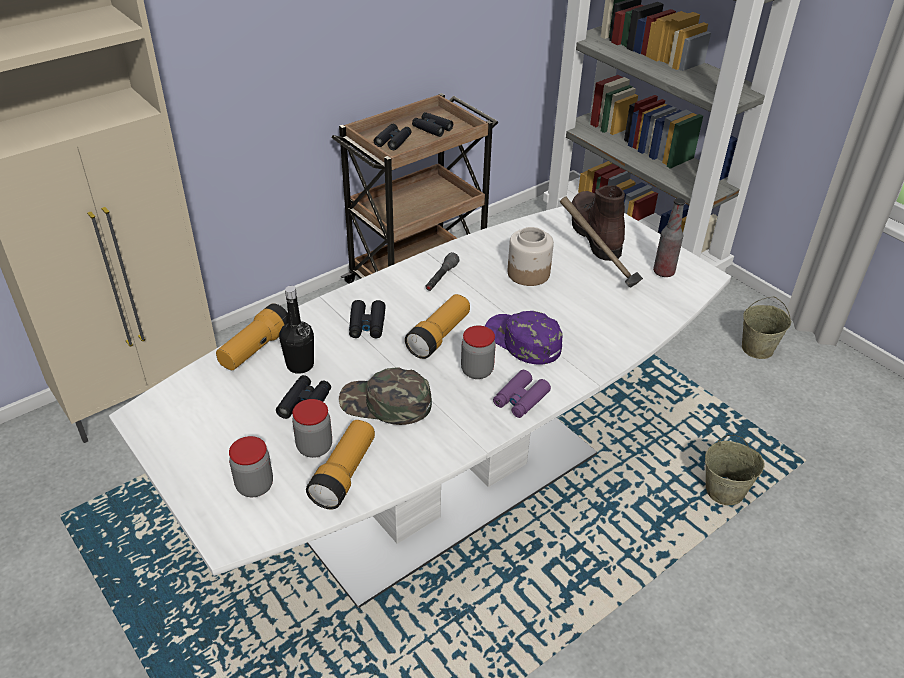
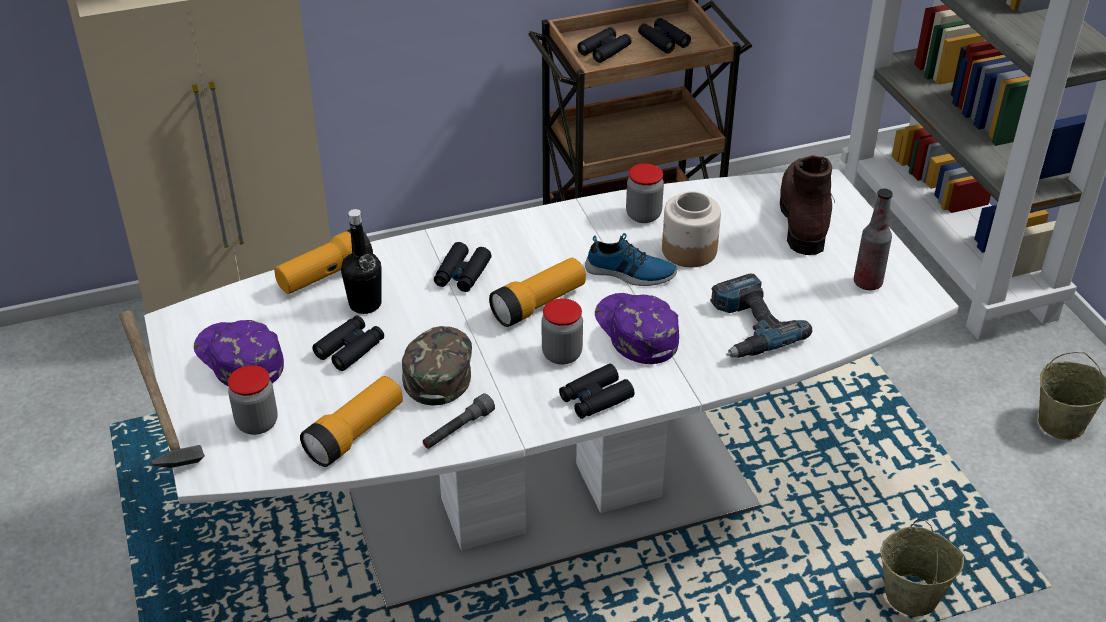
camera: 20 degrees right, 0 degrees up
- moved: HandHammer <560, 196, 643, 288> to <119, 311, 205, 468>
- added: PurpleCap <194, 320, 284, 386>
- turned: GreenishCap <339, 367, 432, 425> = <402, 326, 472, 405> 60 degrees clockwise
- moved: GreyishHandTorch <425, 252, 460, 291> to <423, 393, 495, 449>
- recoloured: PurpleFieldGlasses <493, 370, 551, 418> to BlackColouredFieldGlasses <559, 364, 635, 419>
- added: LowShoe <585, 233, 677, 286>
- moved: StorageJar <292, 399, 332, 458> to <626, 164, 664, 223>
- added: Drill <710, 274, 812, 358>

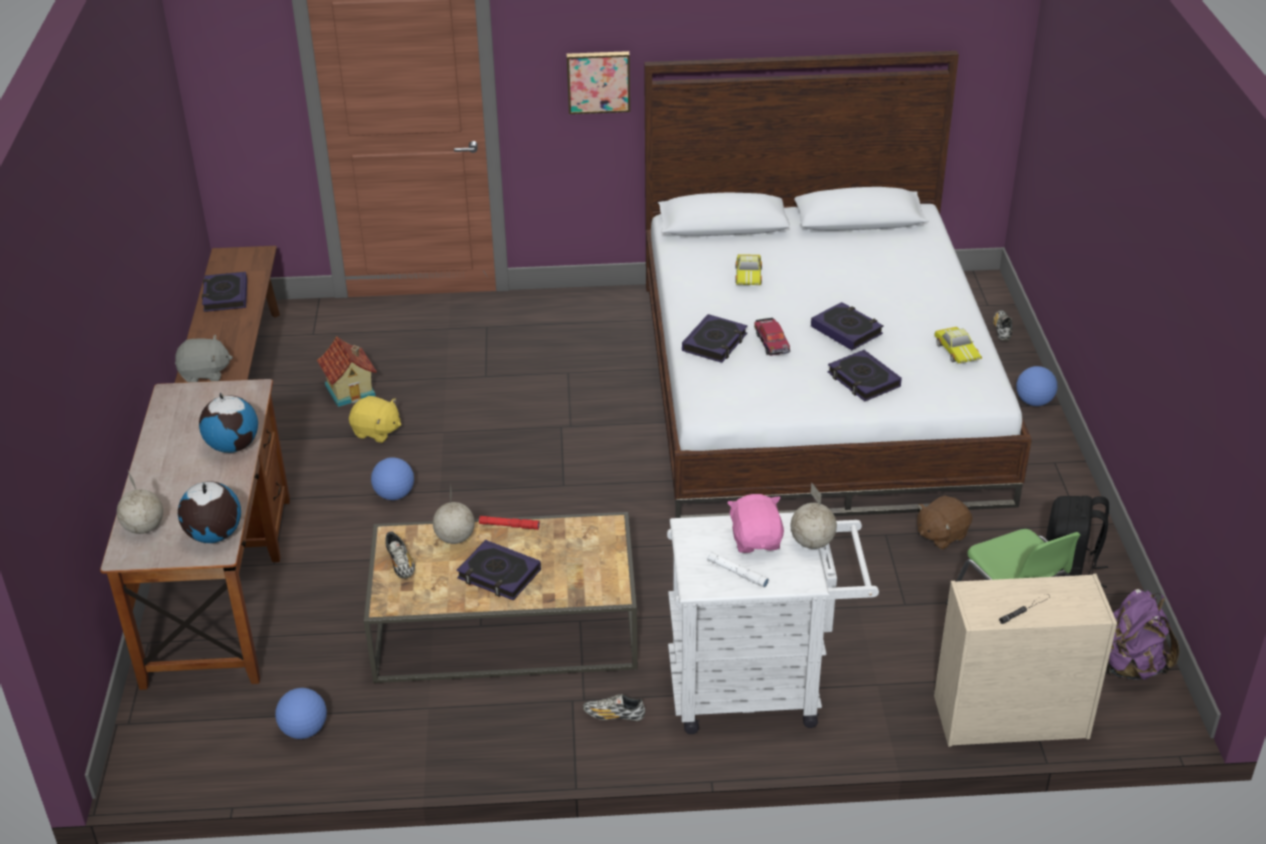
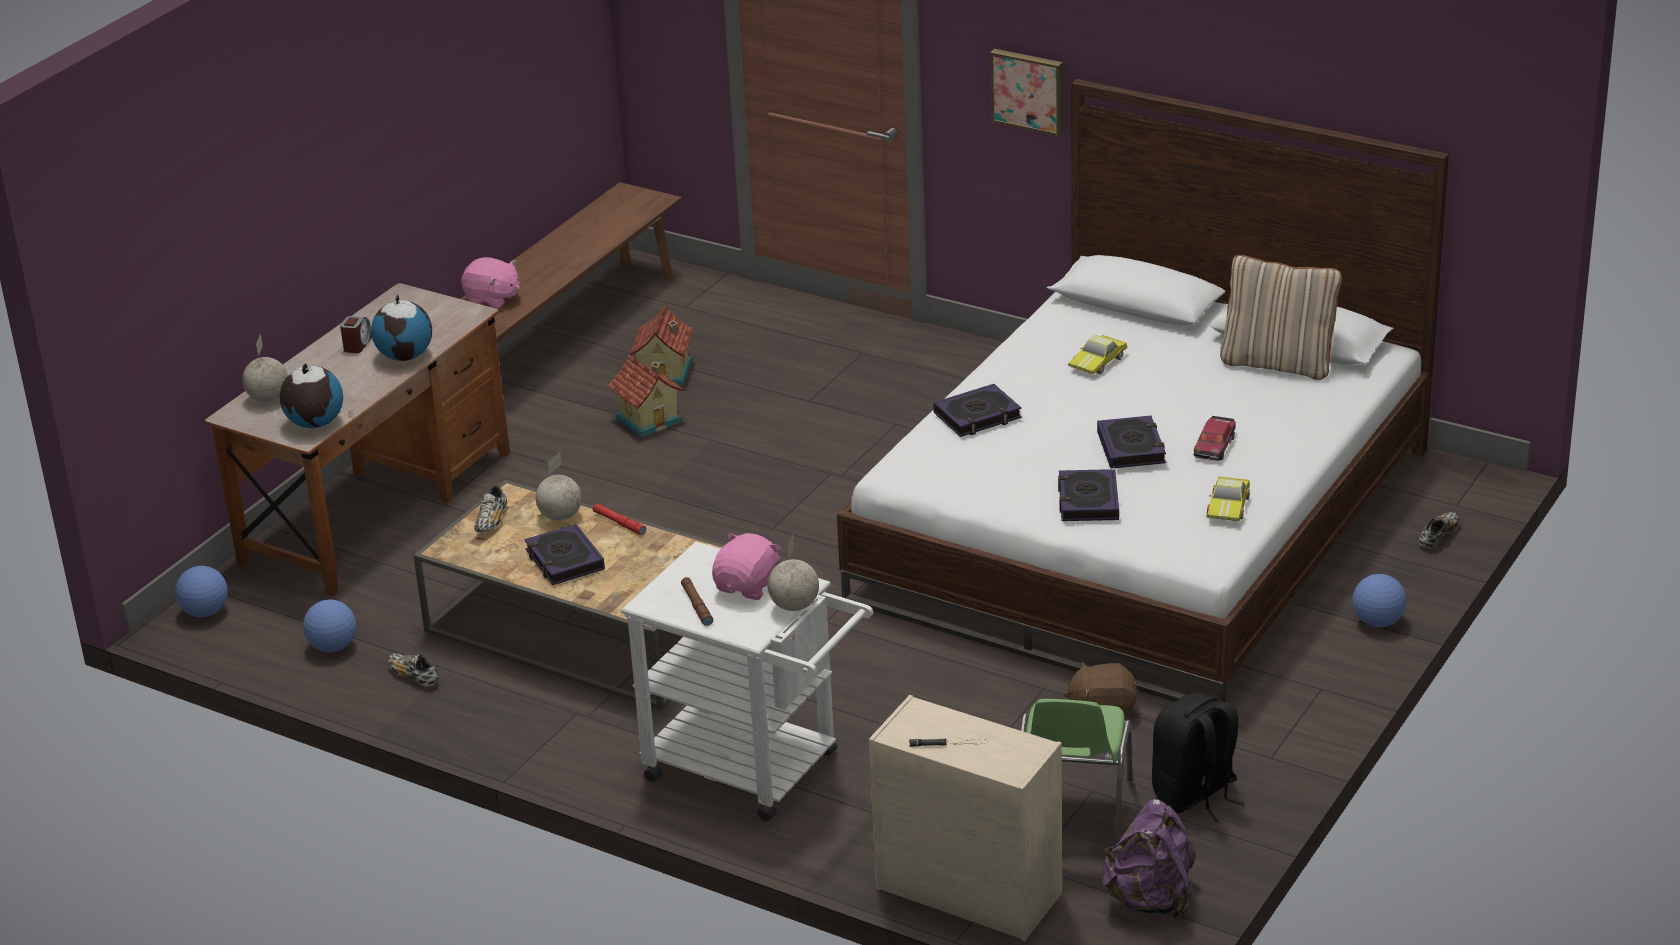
camera: 35 degrees right, 5 degrees down
- moved: Football <371, 457, 414, 500> to <175, 566, 228, 617>
- added: TableClock <340, 316, 372, 353>
- moved: LowShoe <583, 694, 645, 721> to <388, 653, 438, 687>
- recoloured: GreyishCuddlyToy <175, 335, 233, 382> to PinkCuddlyToy <461, 257, 520, 309>
- replaced: YellowColouredCuddlyToy <349, 396, 401, 443> to ModelHouse <607, 354, 684, 438>
- recoloured: WhiteColouredHandTorch <707, 552, 769, 588> to BrownColouredHandTorch <681, 577, 713, 626>
- moved: MiniatureCar <754, 318, 790, 356> to <1194, 416, 1236, 461>
- added: BeigeColouredCushion <1220, 255, 1342, 380>
- removed: Book <202, 272, 247, 312>

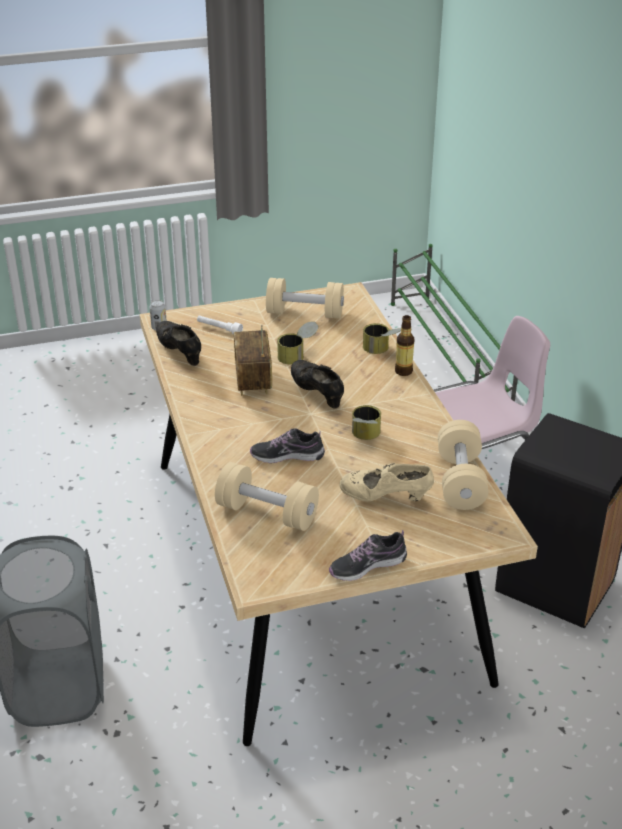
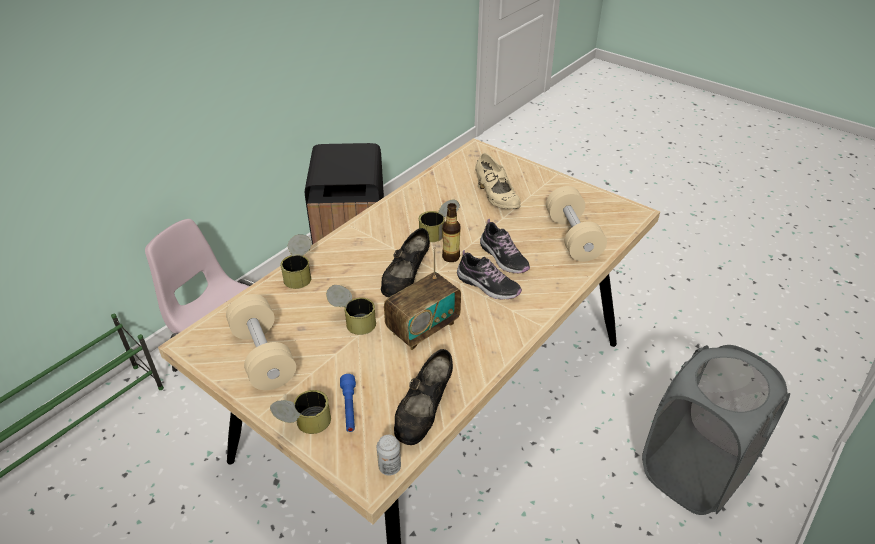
camera: 125 degrees left, 5 degrees up
- added: Can <270, 390, 331, 434>
- recoloured: WhiteColouredHandTorch <197, 316, 243, 334> to BluishHandTorch <340, 374, 356, 432>
- moved: Bottle <395, 315, 414, 376> to <442, 203, 461, 262>
- moved: LowShoe <329, 530, 407, 581> to <457, 250, 522, 300>
- removed: BeigeColouredHandWeight <438, 420, 489, 510>

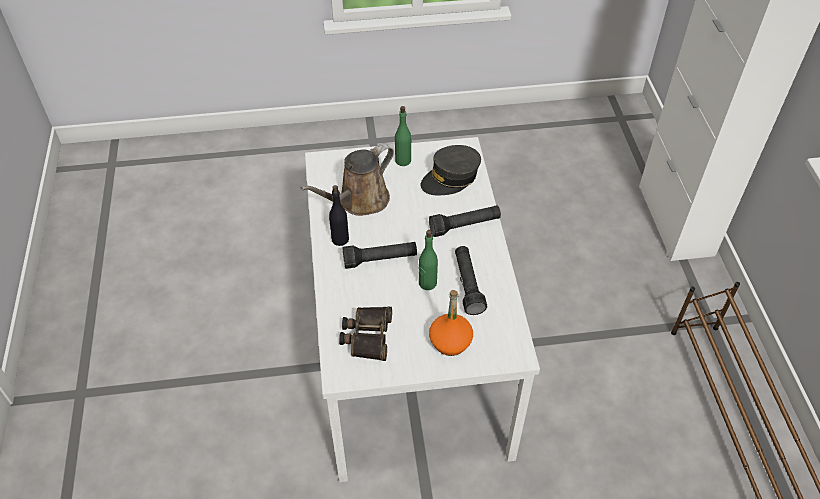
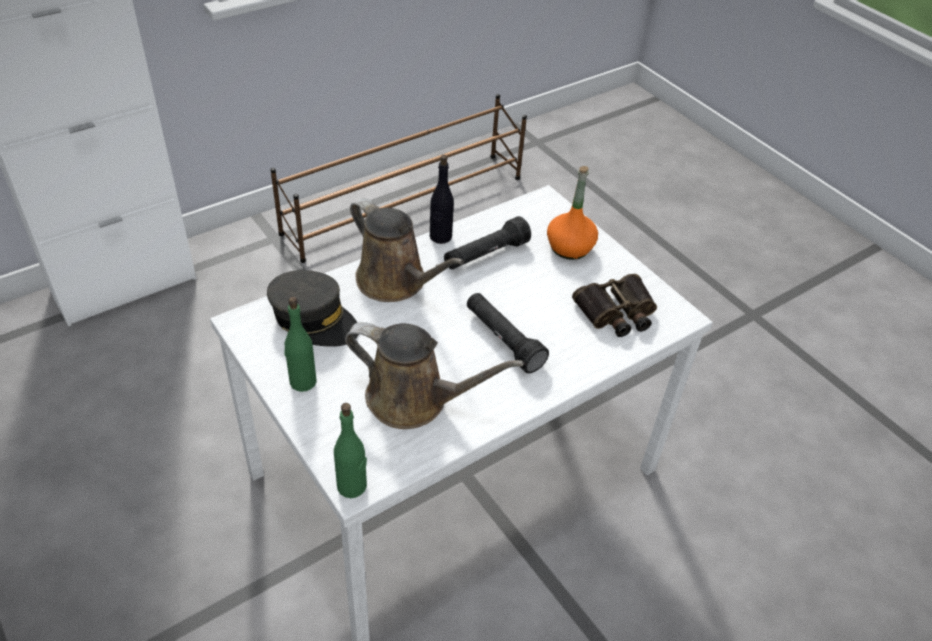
camera: 120 degrees left, 5 degrees down
- moved: GreenishBottle <419, 230, 438, 290> to <334, 403, 367, 498>
- replaced: BlackColouredHandTorch <429, 205, 501, 237> to BrownColouredSprinklingCan <350, 198, 464, 302>
- moved: BlackColouredBottle <329, 185, 349, 246> to <430, 155, 454, 244>

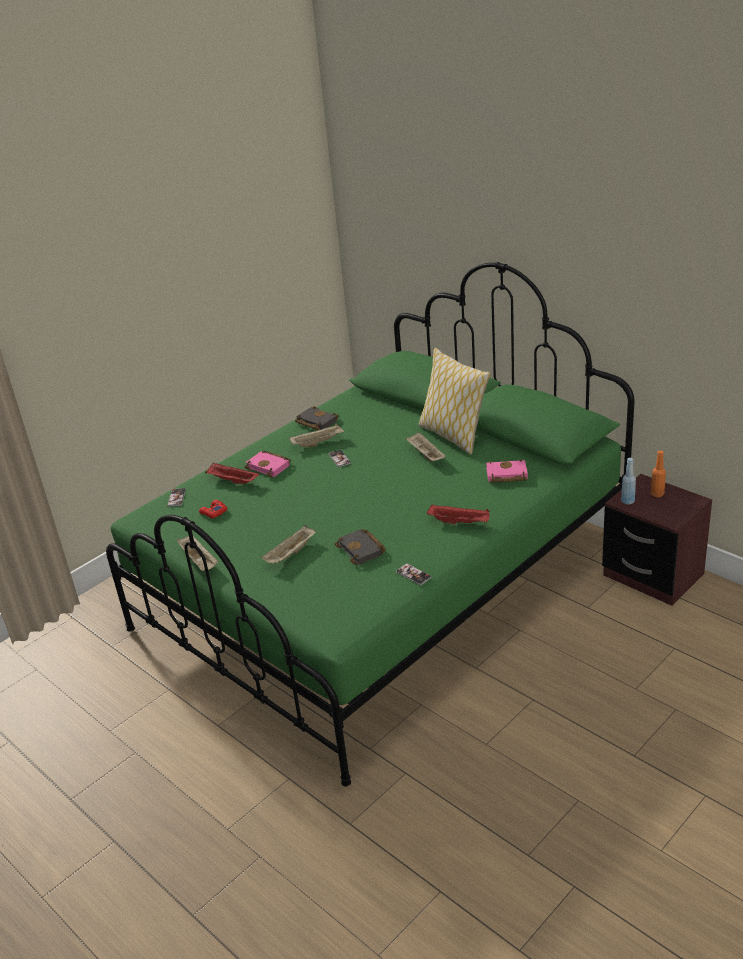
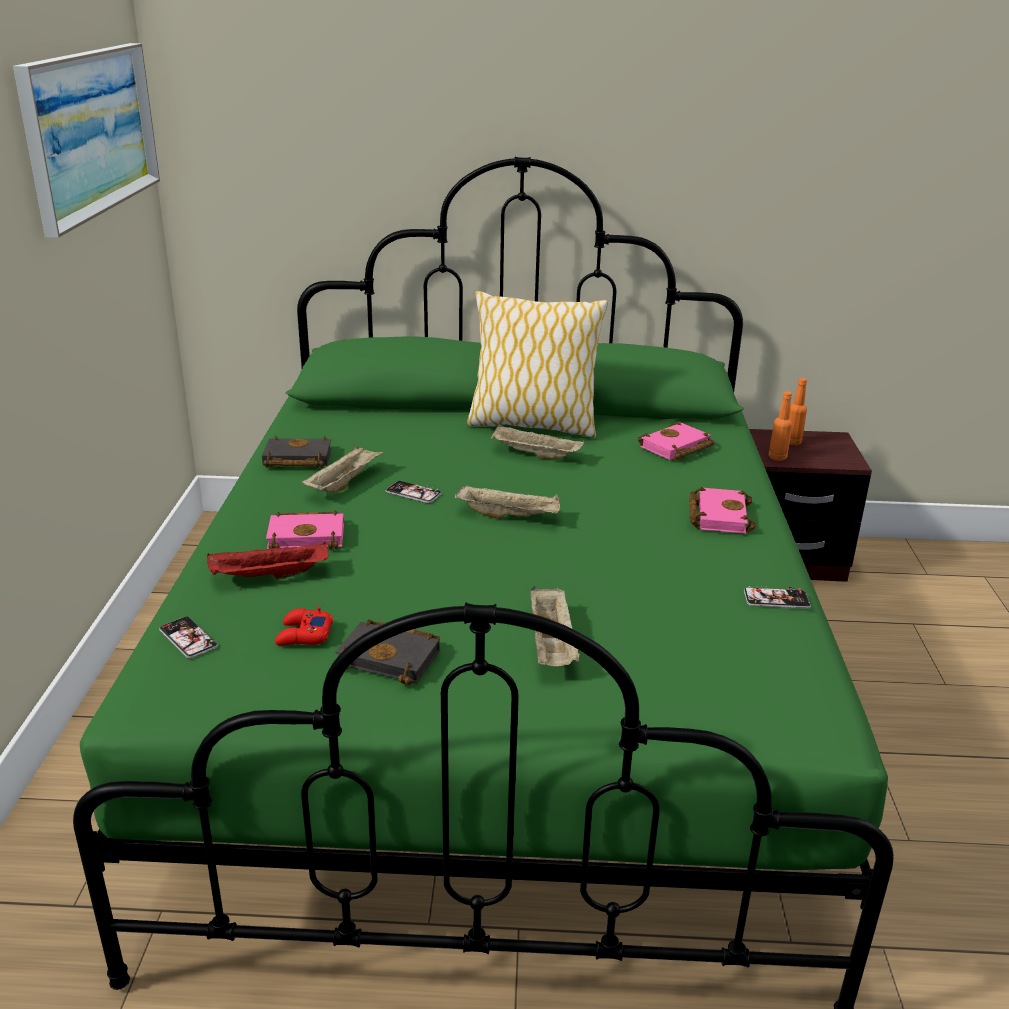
camera: 45 degrees left, 5 degrees down
- added: WallArt <13, 43, 160, 238>
- moved: BlackColouredBook <335, 529, 386, 565> to <335, 620, 440, 685>
- moved: BeigeColouredServingTray <177, 535, 218, 571> to <455, 484, 560, 519>
- replaced: RedServingTray <427, 504, 490, 525> to PinkBook <689, 487, 756, 534>
- recoloured: BluishBottle <621, 458, 636, 504> to OrangeyBottle <768, 391, 792, 461>

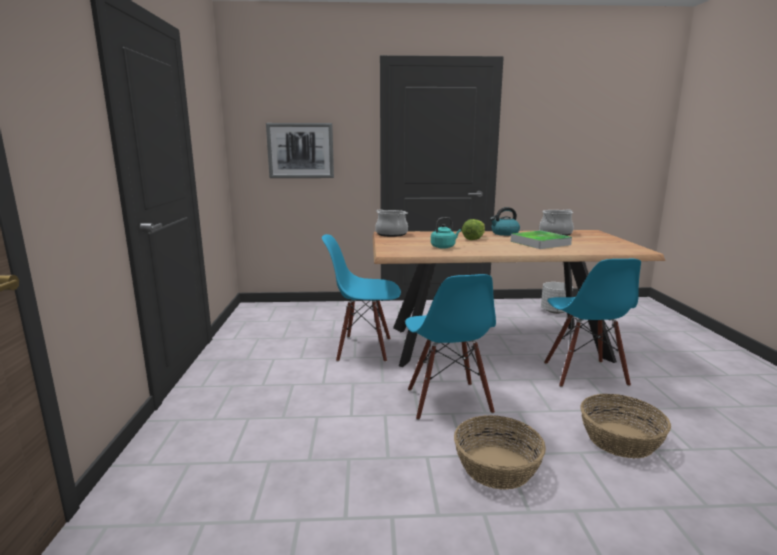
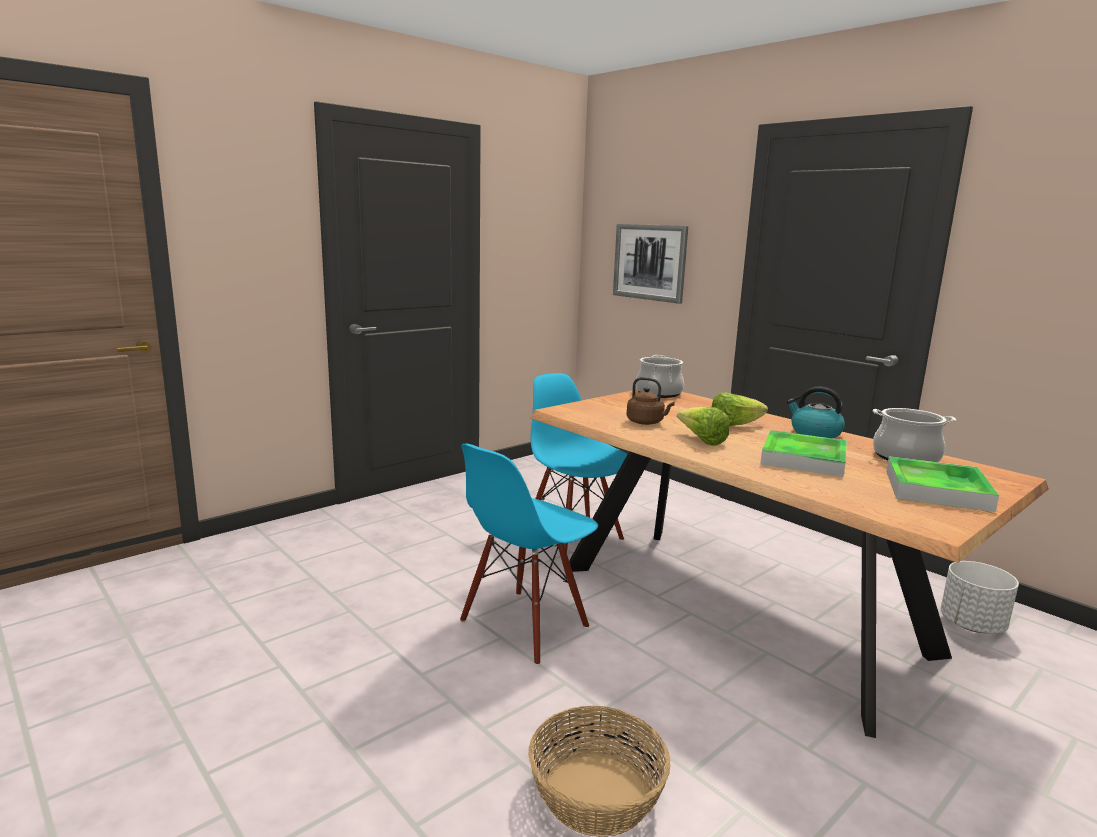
camera: 50 degrees right, 0 degrees up
- recoloured: TurquoiseKettle <431, 217, 461, 249> to BrownColouredKettle <627, 377, 675, 425>
- added: LettuceHead <677, 407, 729, 445>
- added: ServingTray <886, 456, 999, 512>
- removed: HouseholdBasket <454, 415, 546, 490>
- removed: BluishChair <544, 259, 641, 387>

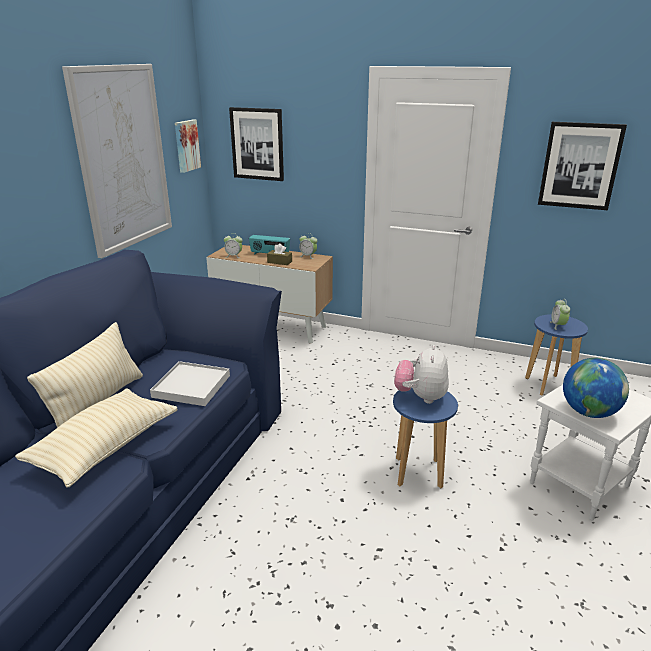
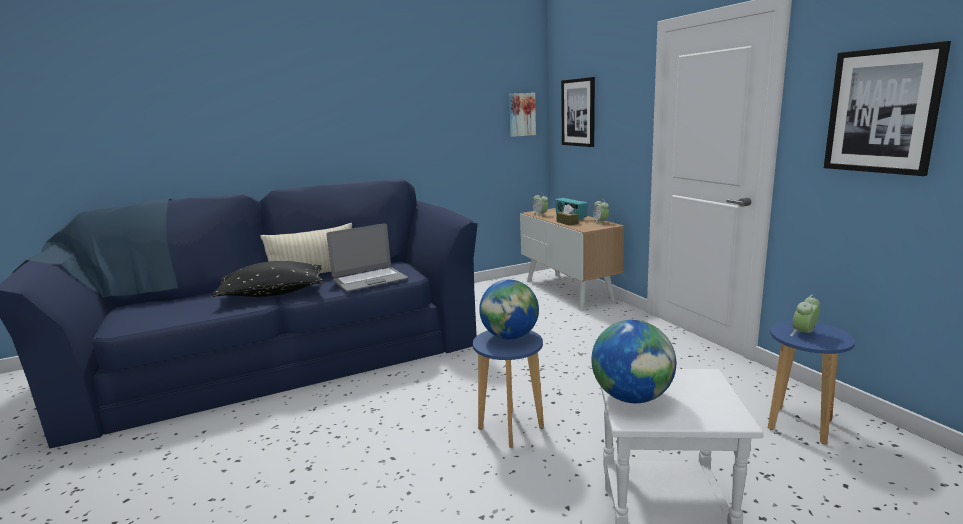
camera: 45 degrees right, 10 degrees down
- recoloured: BeigeColouredCushion <15, 388, 178, 488> to BlackColouredCushion <212, 261, 324, 297>
- replaced: WhiteColouredServingTray <150, 361, 230, 406> to Laptop <326, 223, 408, 292>
- replaced: CuddlyToy <394, 345, 449, 404> to Globe <479, 280, 539, 340>
- removed: WallArt <62, 64, 172, 258>

